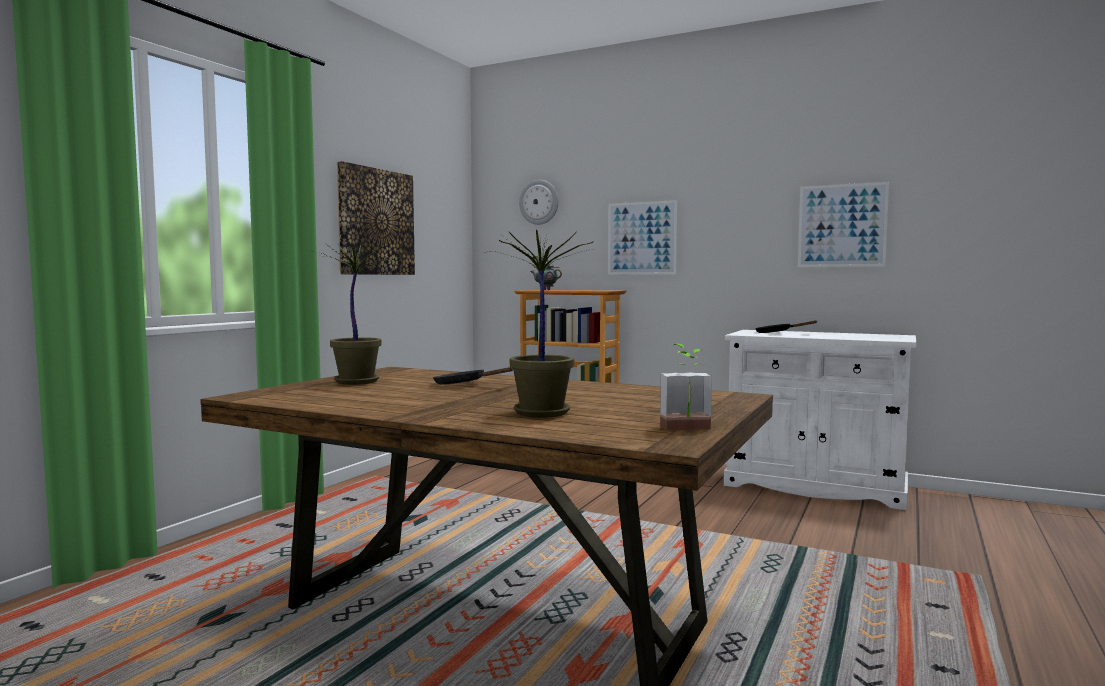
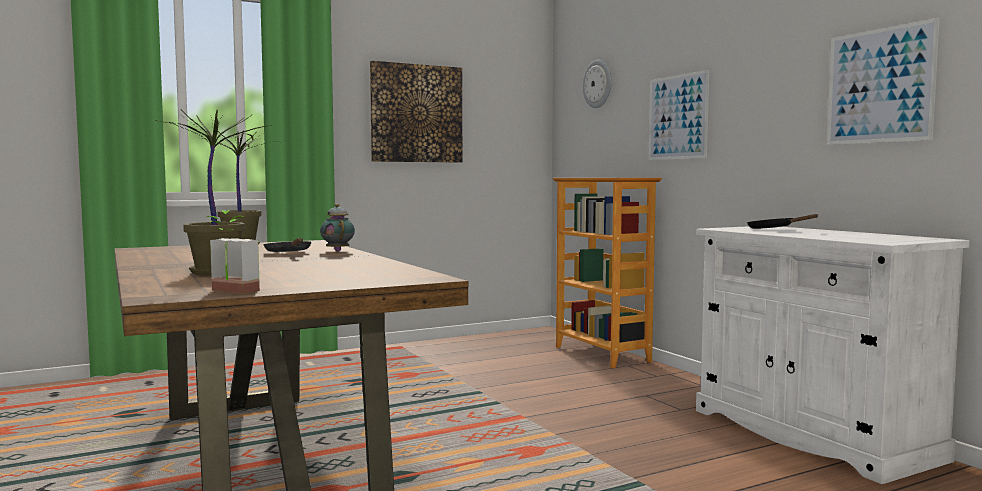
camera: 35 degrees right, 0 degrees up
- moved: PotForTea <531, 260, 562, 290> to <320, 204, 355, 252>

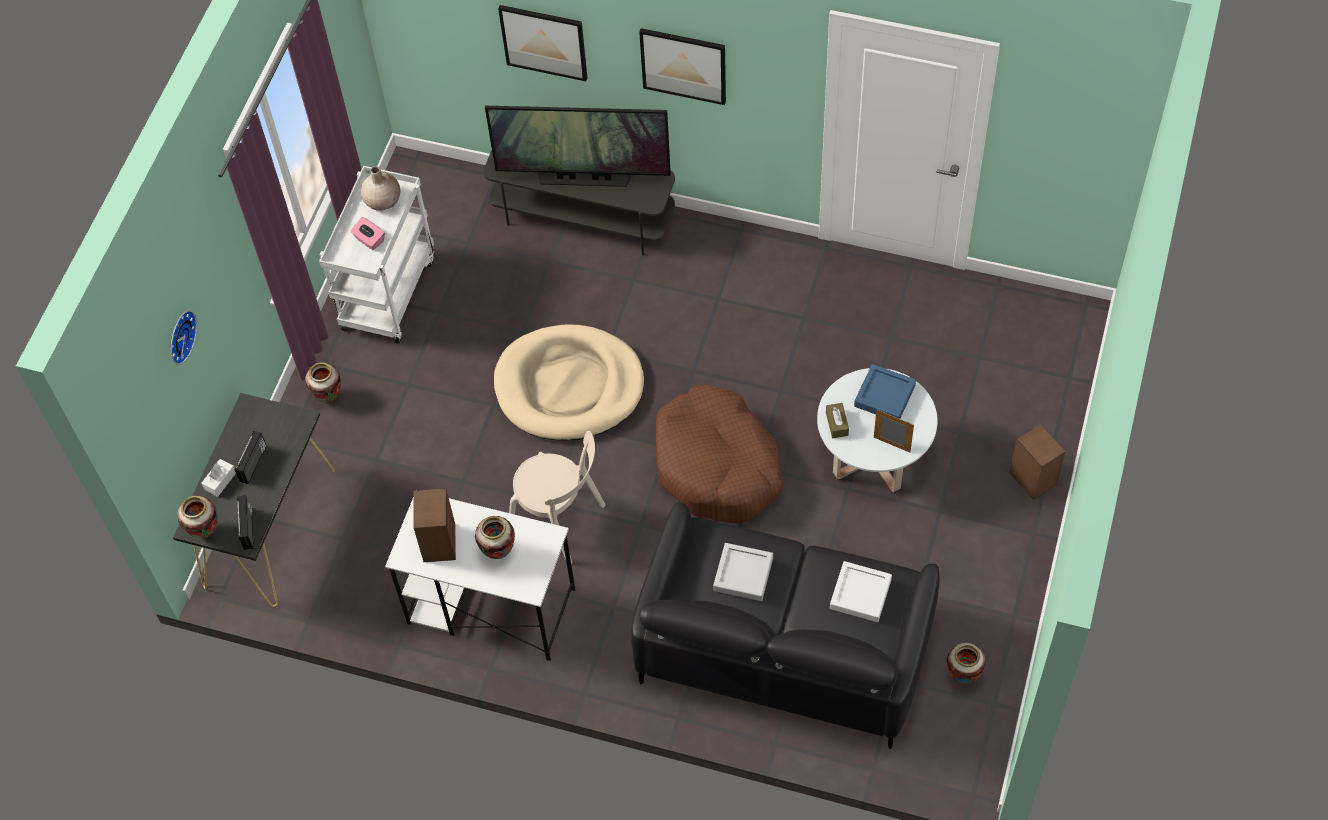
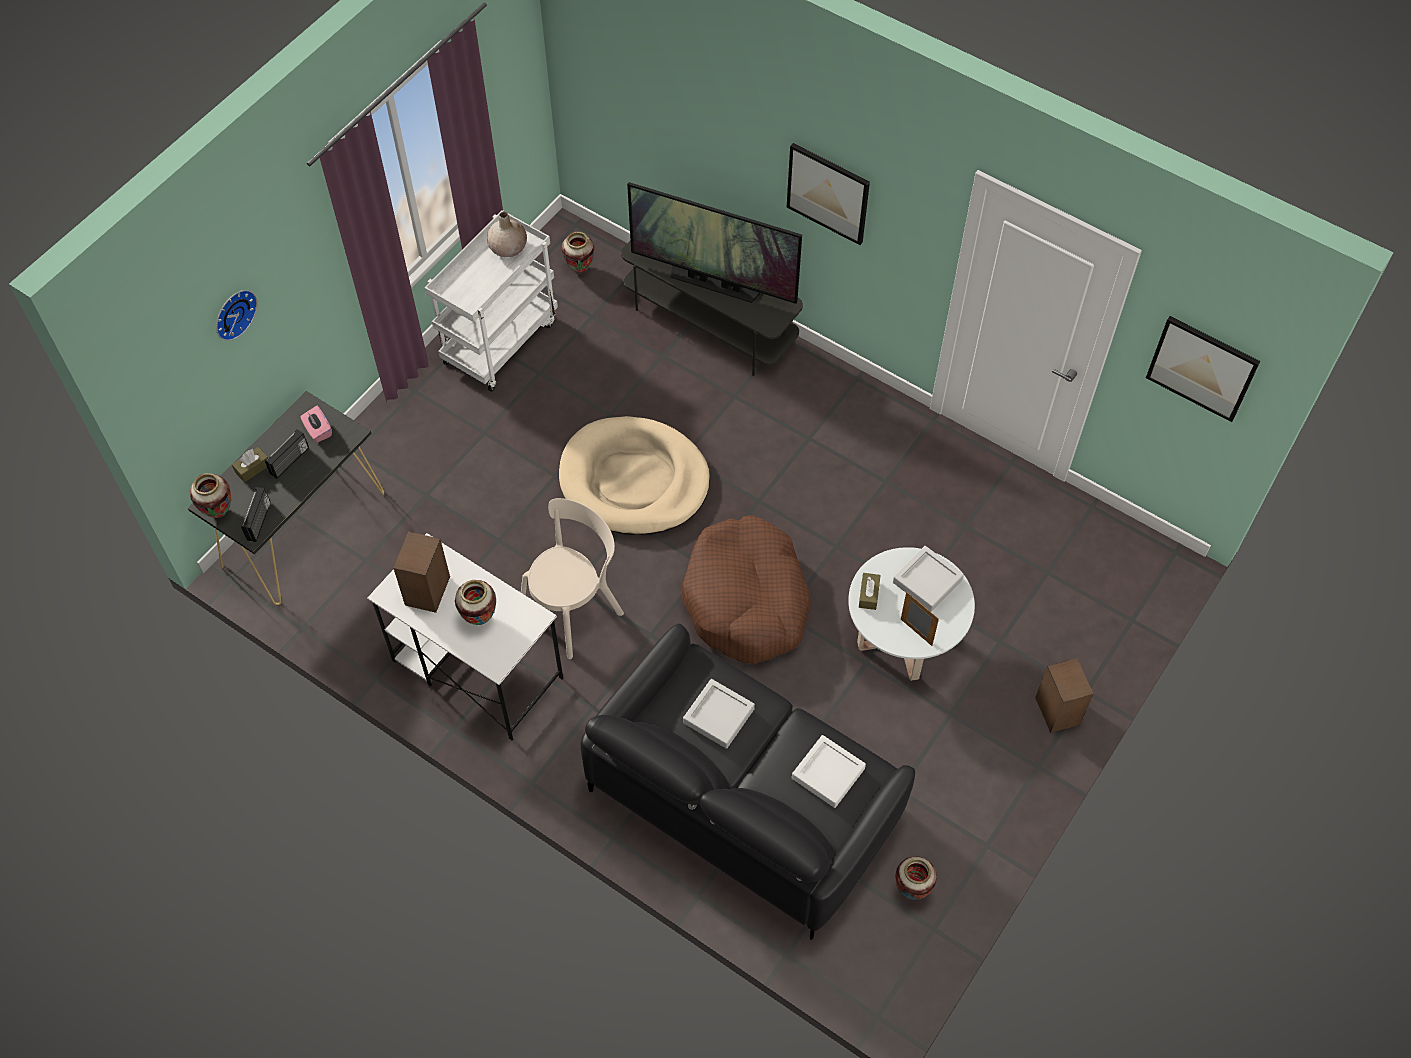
camera: 15 degrees right, 0 degrees up
- recoloured: WhiteColouredTissueBox <201, 459, 236, 497> to BrownColouredTissueBox <232, 447, 268, 482>
- moved: PinkTissueBox <350, 217, 385, 250> to <300, 406, 332, 443>
- turned: BeigeColouredChair <509, 431, 606, 564> = <521, 498, 624, 659> 90 degrees counterclockwise
- moved: DecorativeVase <305, 362, 341, 403> to <562, 232, 595, 274>
- recoloured: BluishServingTray <854, 364, 916, 419> to GreyishServingTray <893, 546, 964, 612>
- moved: WallArt <498, 5, 587, 81> to <1146, 316, 1260, 422>

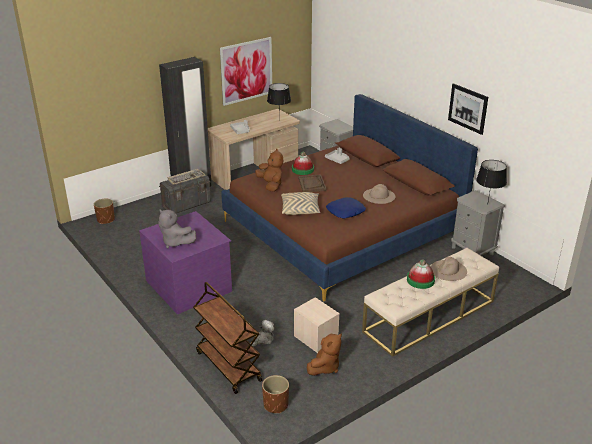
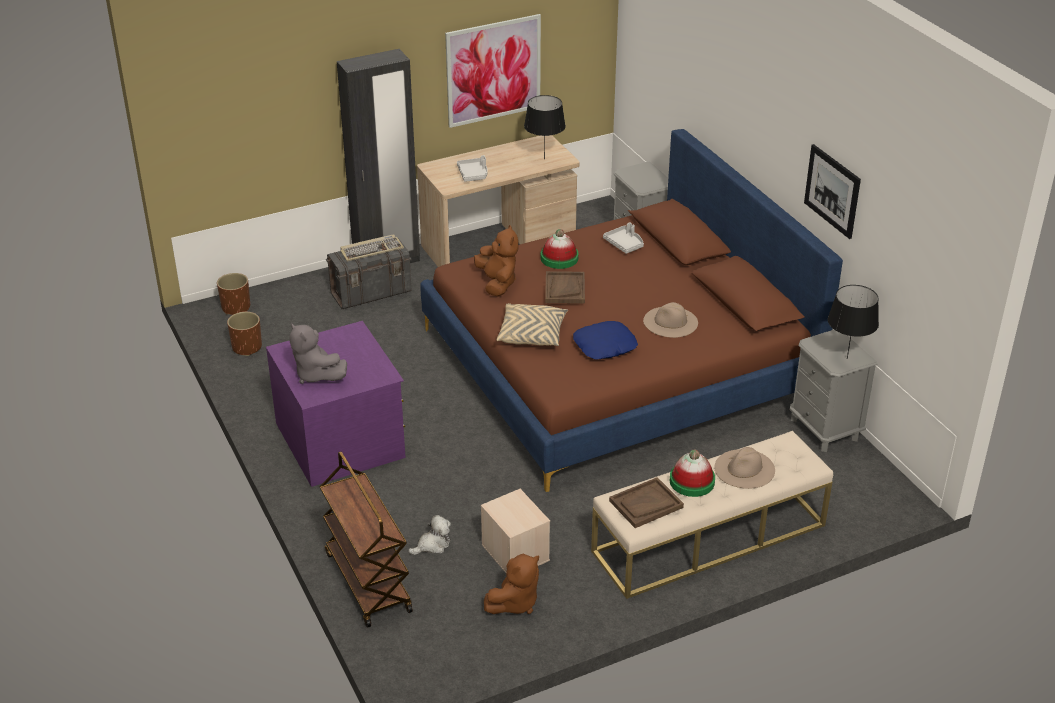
camera: 10 degrees right, 5 degrees up
- moved: BrownColouredPlantPot <262, 375, 289, 414> to <227, 312, 262, 356>
- added: BrownColouredServingTray <609, 477, 684, 528>

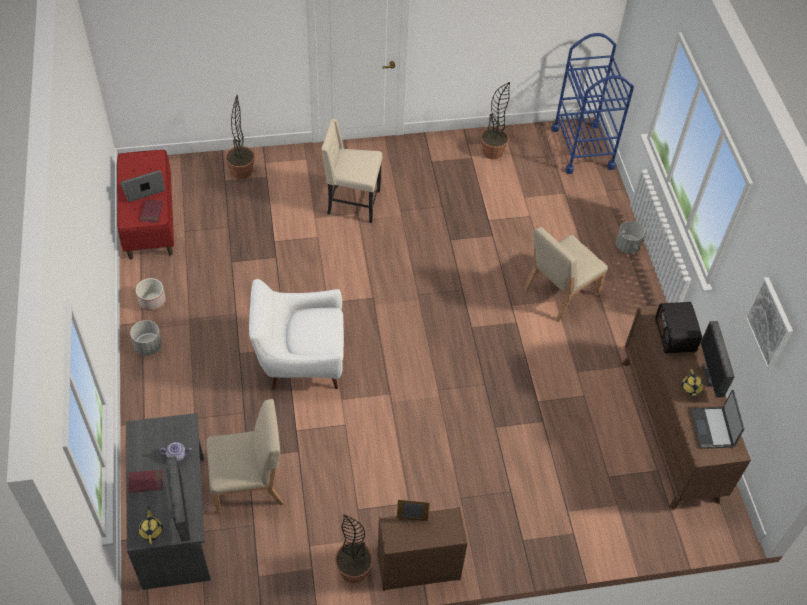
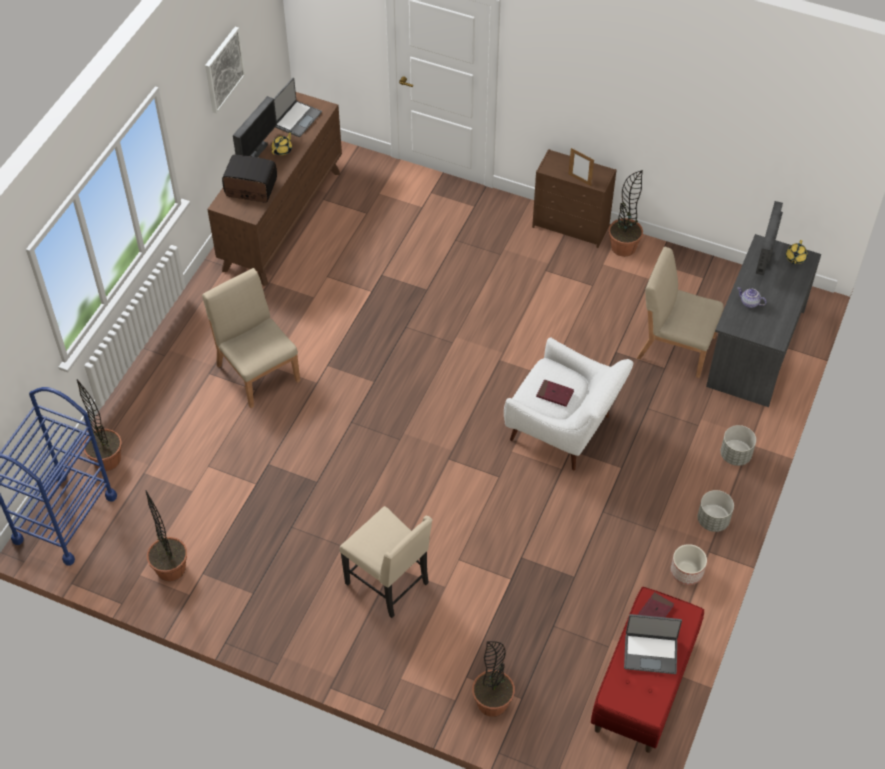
camera: 145 degrees left, 0 degrees up
- added: PlantInAPot <77, 379, 122, 471>
- turned: BeigeColouredChair <524, 227, 607, 322> = <202, 268, 300, 408> 120 degrees counterclockwise
- turned: RadioReceiver <655, 302, 702, 353> = <222, 155, 277, 203> 105 degrees counterclockwise
- moved: RedBook <128, 470, 163, 493> to <536, 379, 574, 407>
- moved: GreyishPlantPot <616, 221, 645, 254> to <721, 425, 756, 466>

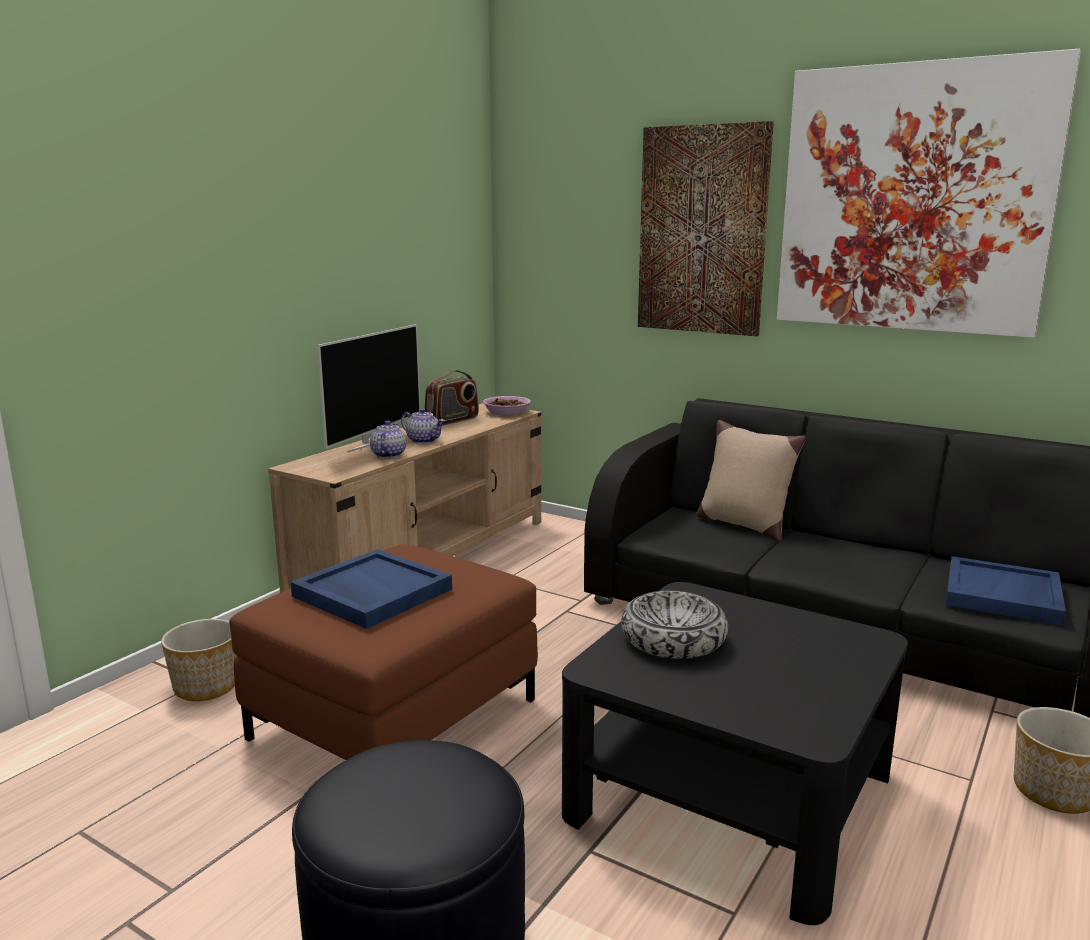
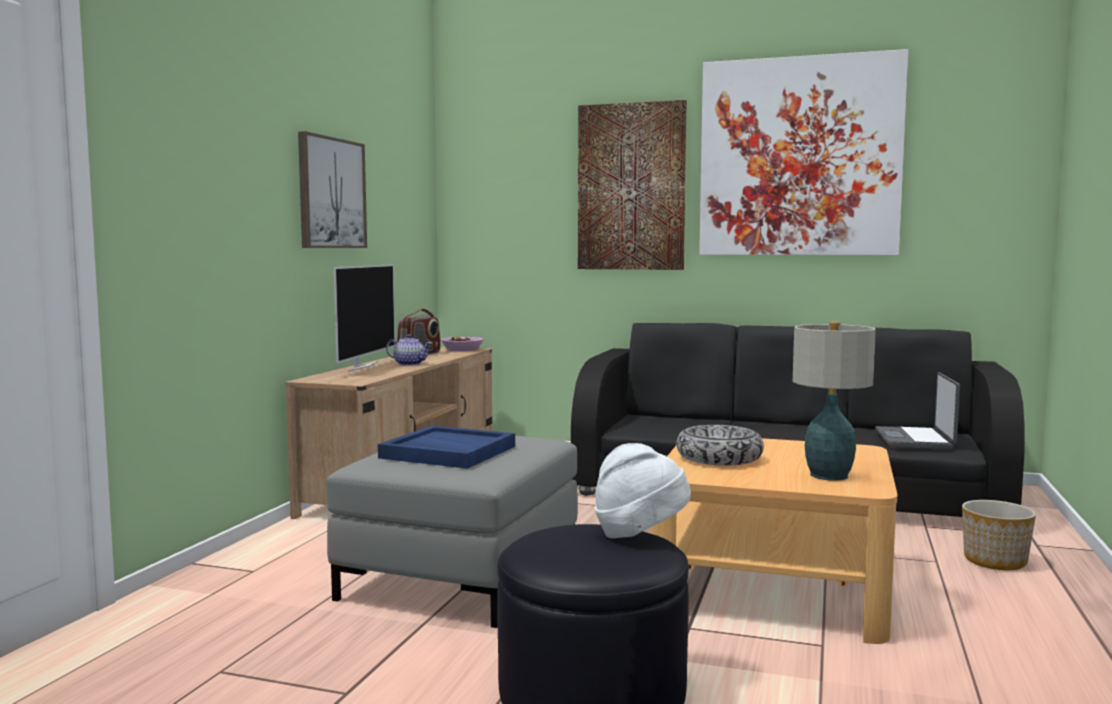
camera: 15 degrees left, 10 degrees down
- added: WallArt <298, 131, 367, 248>
- recoloured: BrownColouredPouffe <229, 544, 538, 760> to GreyishPouffe <326, 436, 578, 628>
- added: WhiteColouredWearableHat <595, 443, 691, 538>
- recoloured: BlackColouredLowTable <562, 582, 908, 925> to BeigeColouredLowTable <651, 438, 897, 644>
- added: TableLamp <793, 321, 876, 481>
- replaced: BluishServingTray <946, 556, 1066, 625> to Laptop <875, 372, 960, 450>
- removed: PlantPot <161, 619, 237, 701>
- removed: PotForTea <370, 421, 406, 458>
- removed: BeigeColouredCushion <696, 420, 806, 542>

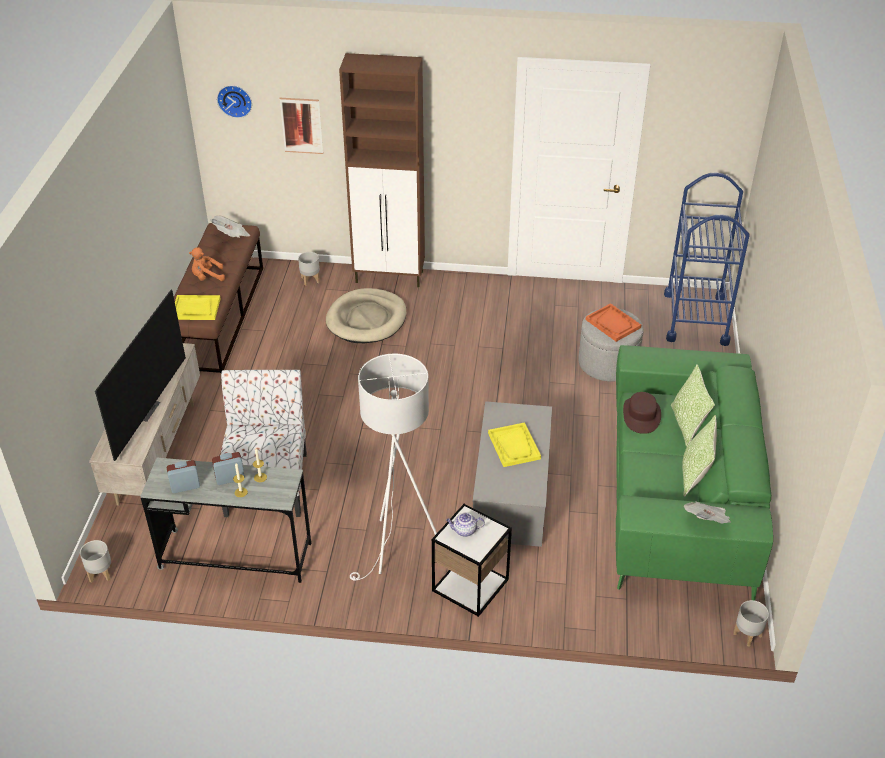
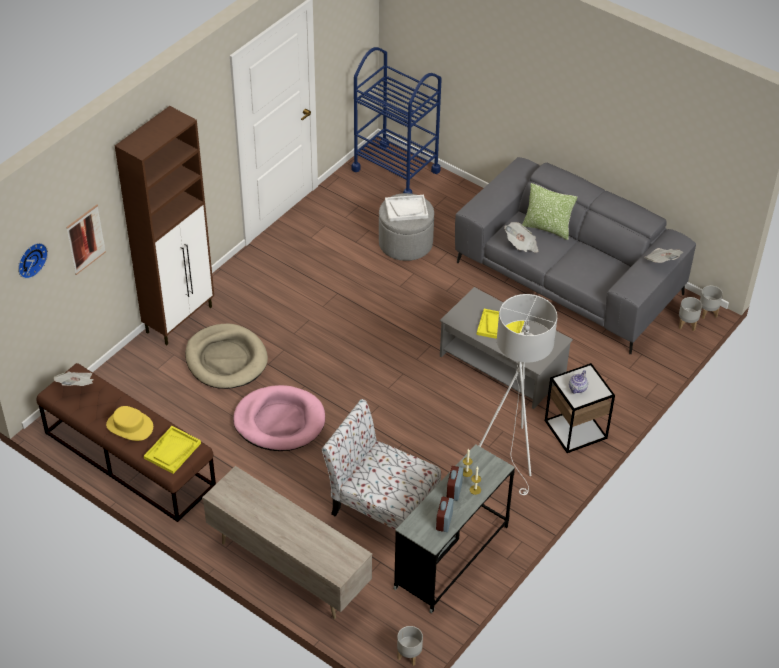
camera: 60 degrees left, 5 degrees up
- replaced: OrangeyCuddlyToy <189, 247, 225, 281> to YellowColouredWearableHat <106, 406, 153, 441>
- added: PinkDogBed <233, 385, 325, 451>
- recoloured: OrangeyServingTray <585, 303, 641, 342> to WhiteColouredServingTray <385, 195, 428, 221>
- recoloured: GreenishSettee <616, 345, 773, 601> to GreyishSettee <455, 157, 696, 354>
- replaced: BrownColouredWearableHat <623, 392, 661, 434> to PrintedPaper <504, 222, 539, 253>
- moved: GreyishPlantPot <298, 252, 320, 286> to <679, 297, 702, 331>
- removed: Television <95, 290, 186, 461>
- removed: Cushion <682, 415, 717, 497>

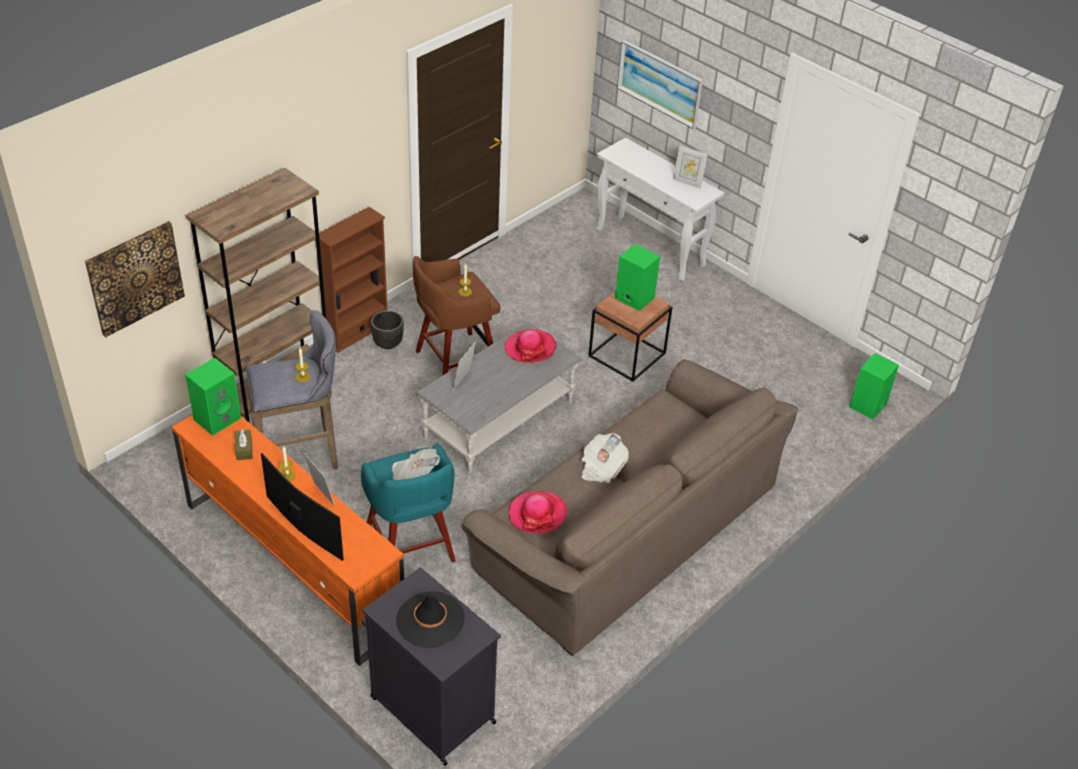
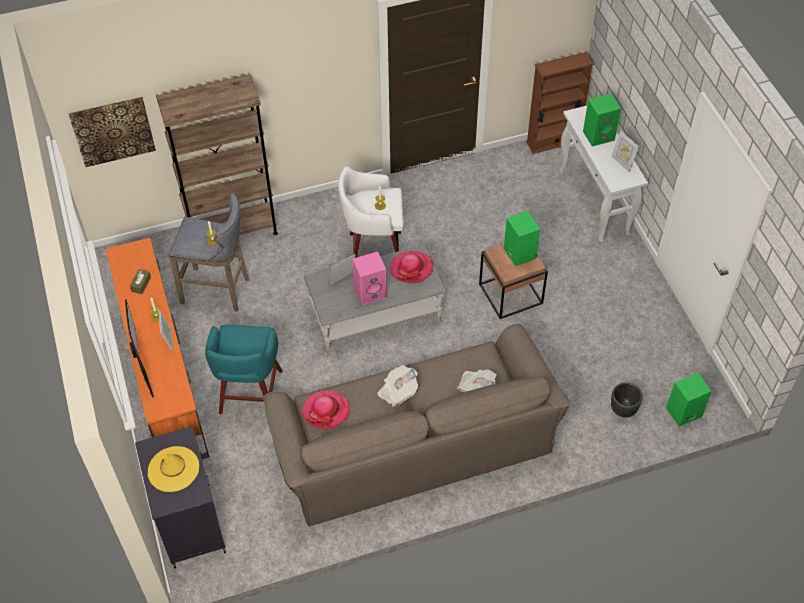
camera: 30 degrees right, 10 degrees up
- recoloured: BlackColouredWearableHat <396, 591, 465, 647> to YellowColouredWearableHat <148, 446, 199, 492>
- recoloured: BrownColouredSittingStool <413, 256, 500, 376> to WhiteColouredSittingStool <338, 166, 403, 258>
- added: PinkLoudspeaker <352, 251, 387, 305>
- moved: PrintedPaper <392, 449, 440, 480> to <457, 369, 497, 392>
- moved: BrownColouredShelvingUnit <317, 207, 387, 353> to <526, 52, 594, 154>
- moved: GreenishLoudspeaker <185, 358, 241, 436> to <583, 94, 621, 147>
- moved: BlackColouredPlantPot <371, 310, 404, 349> to <611, 382, 643, 417>
- removed: WallArt <617, 40, 703, 129>

